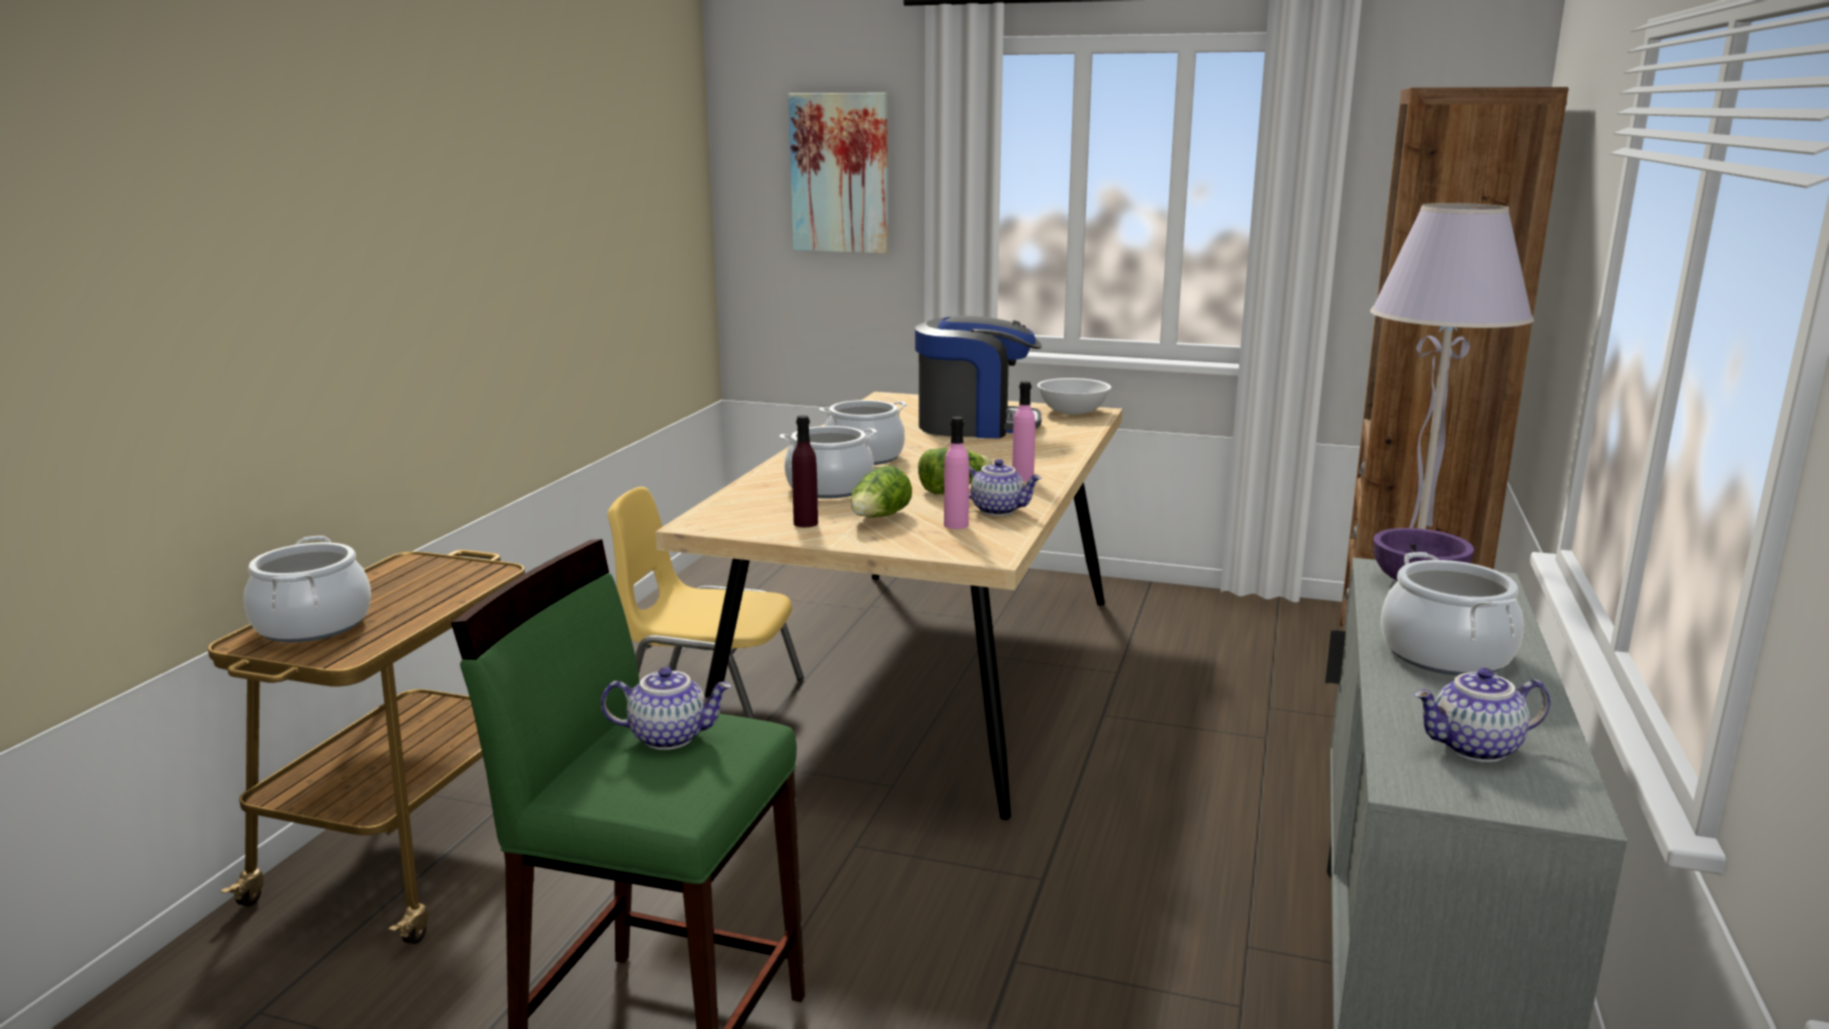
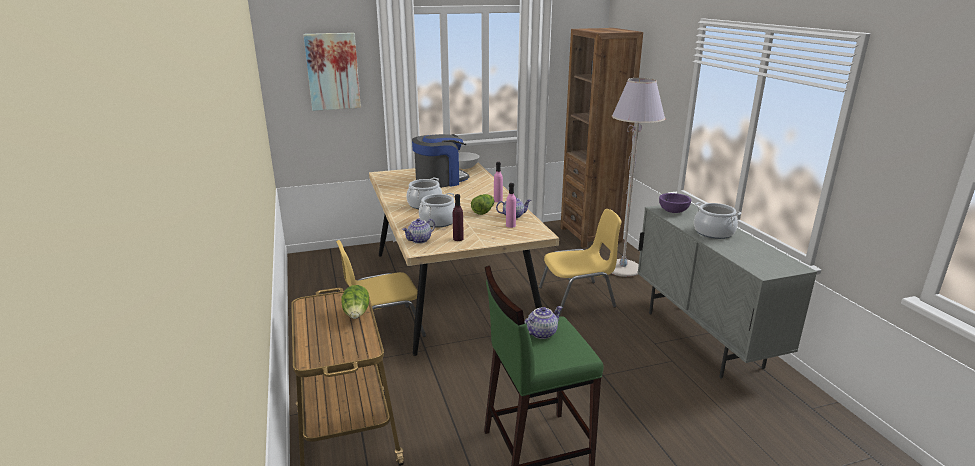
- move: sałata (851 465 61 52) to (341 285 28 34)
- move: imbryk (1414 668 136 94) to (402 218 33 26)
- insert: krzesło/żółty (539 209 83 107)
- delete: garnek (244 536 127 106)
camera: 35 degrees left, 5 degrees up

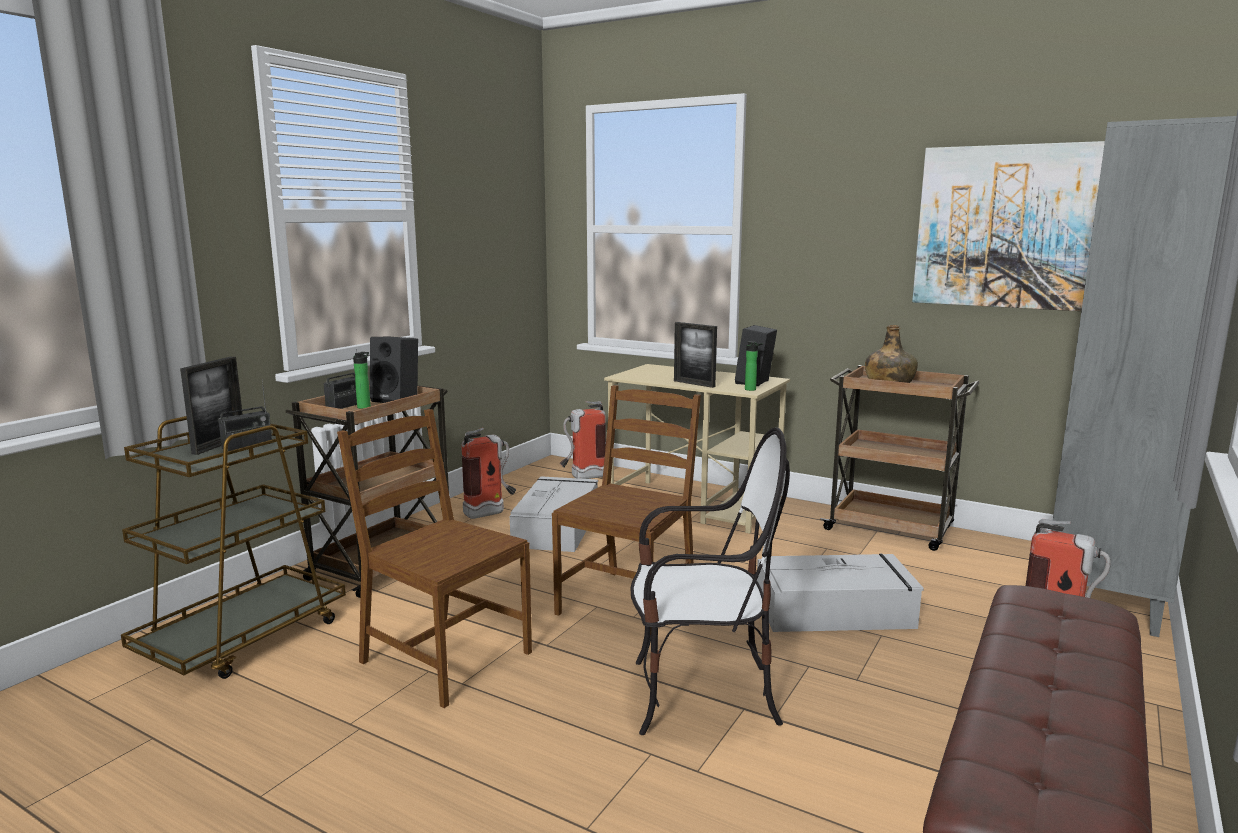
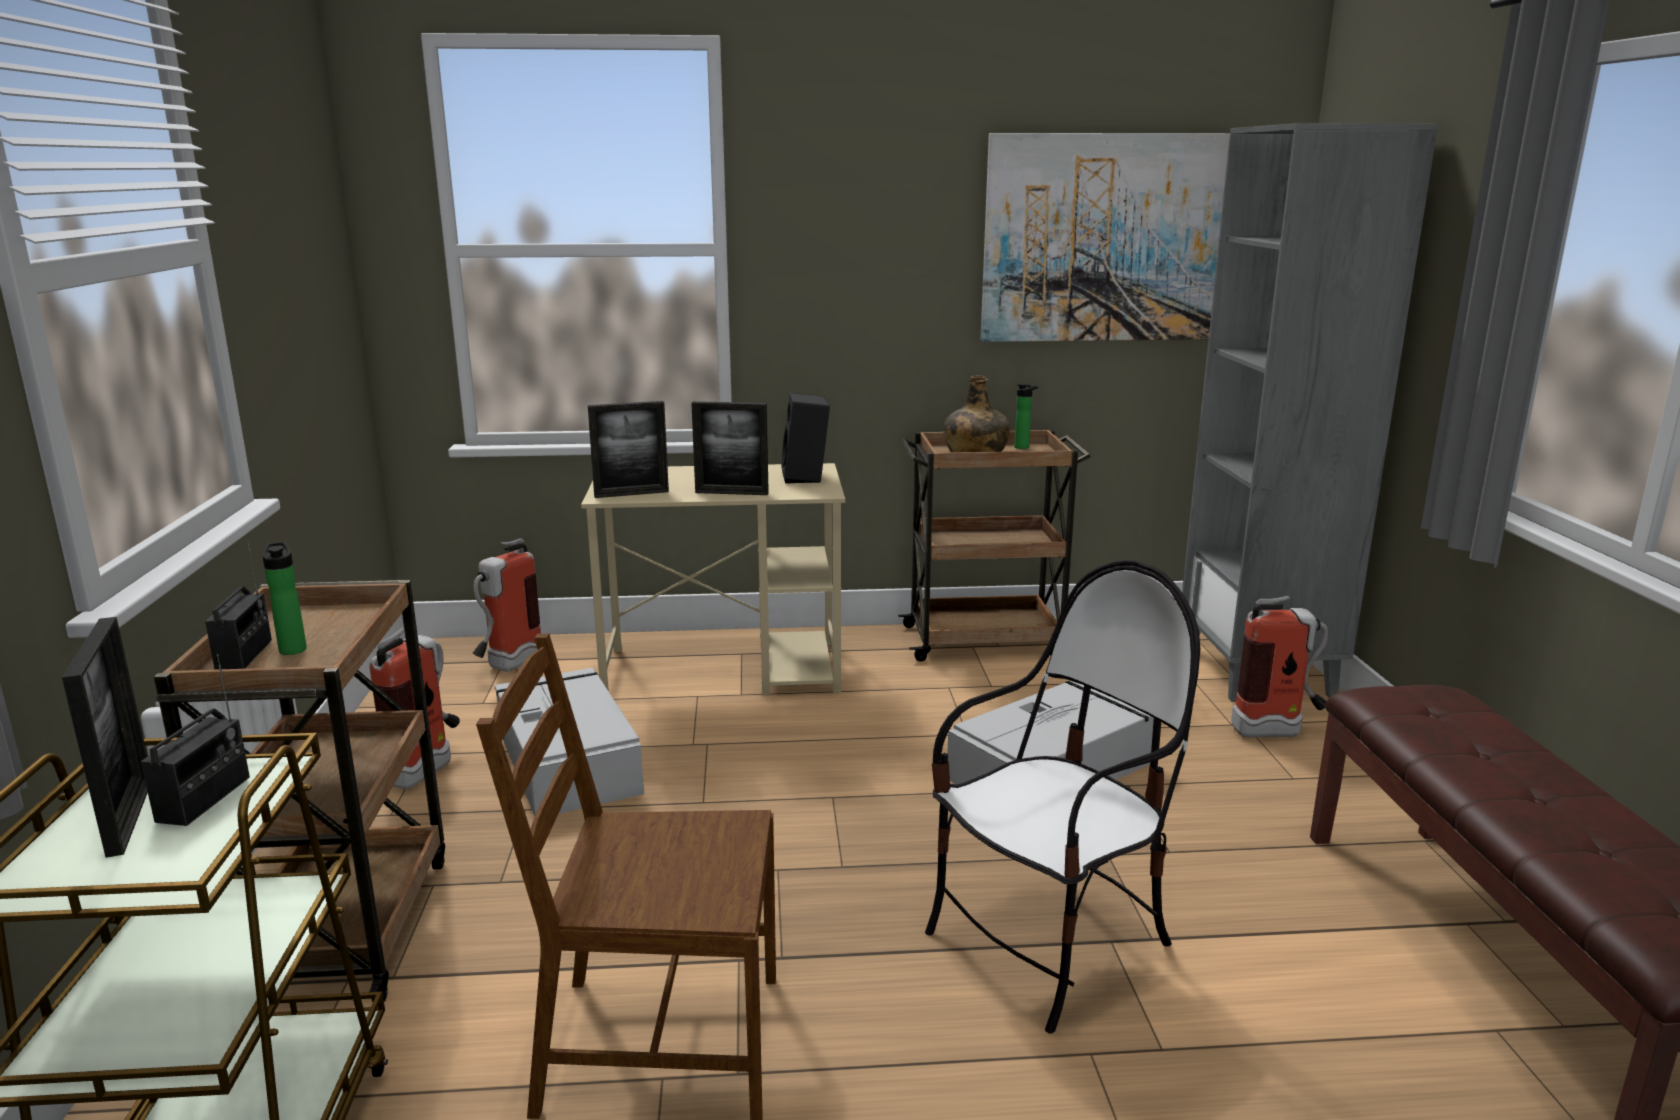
- insert: ramka na zdjęcie (588 401 81 97)
- move: butelka (745 341 17 50) to (1014 384 25 65)
- delete: głośnik/czarny (370 337 48 66)
- delete: krzesło/brązowy (552 385 149 251)
camera: 35 degrees left, 5 degrees up

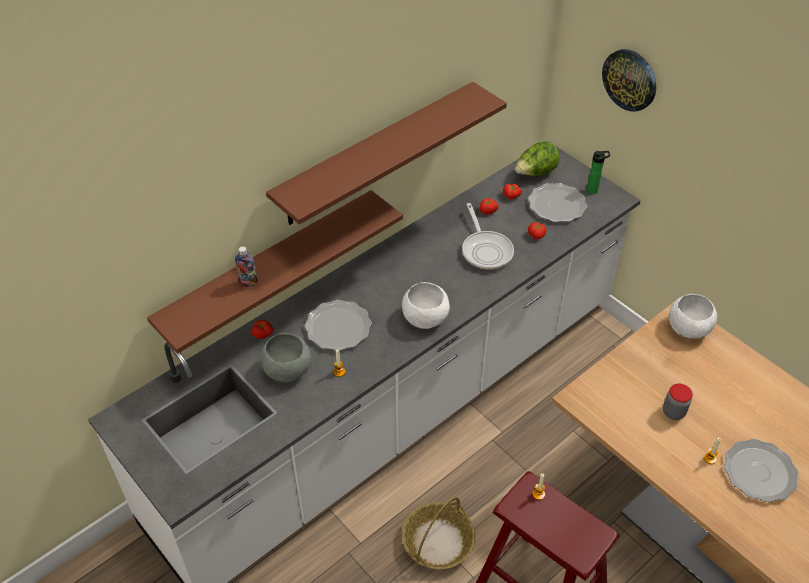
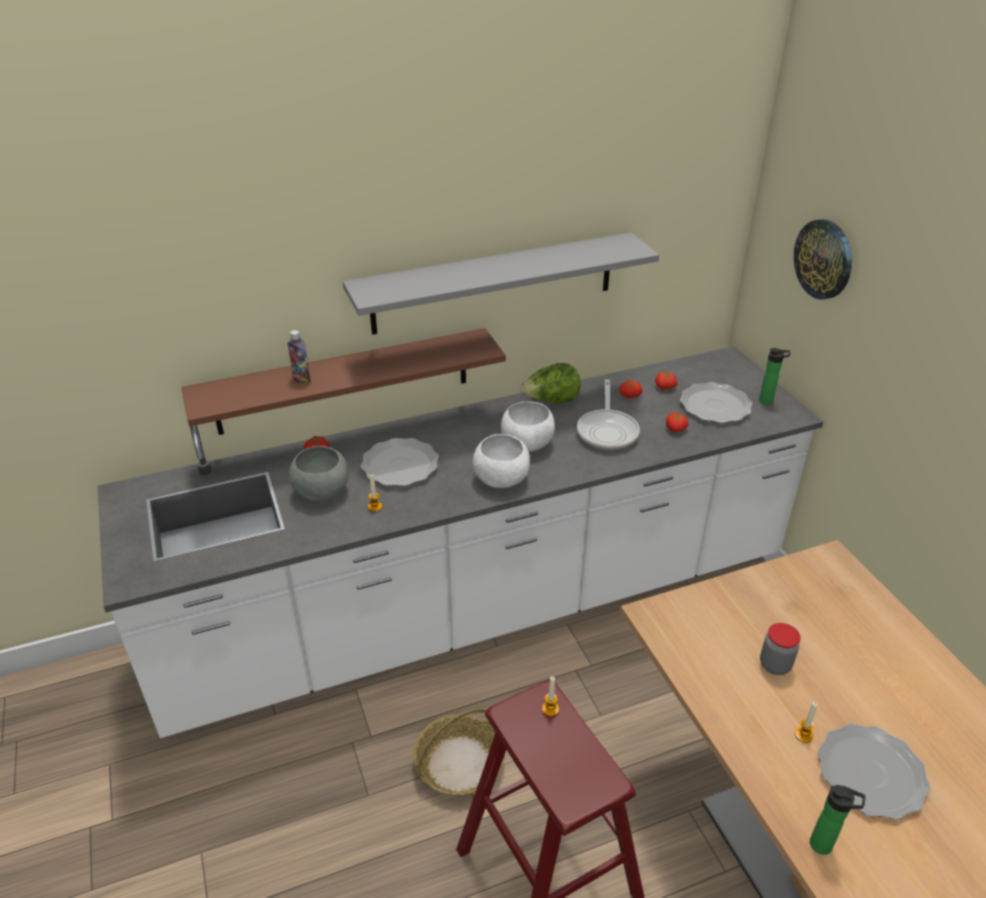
- recolor: półka/brązowy (266 82 241 143) to półka/szary (343 232 316 103)
- move: miska/biały (669 294 48 45) to (501 401 54 51)
- move: sałata (515 142 45 34) to (520 363 61 41)
- insert: butelka (810 785 56 70)
camera: 20 degrees right, 10 degrees down

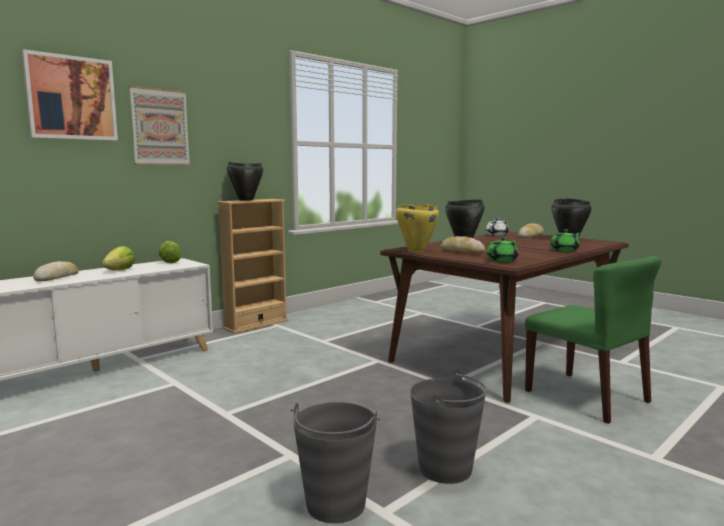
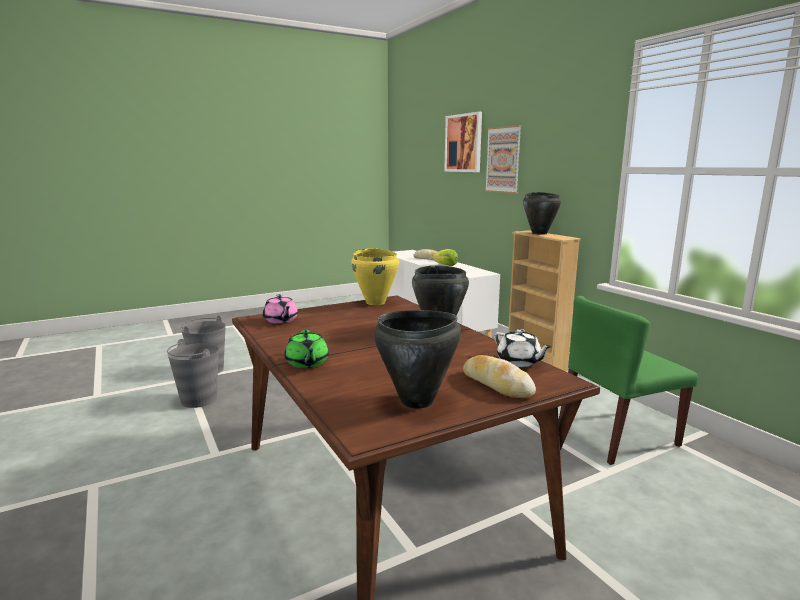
- recolor: imbryk/zielony (487 237 31 25) to imbryk/różowy (263 294 35 30)
- move: krzesło/zielony (525 256 137 168) to (559 296 139 169)
- delete: sałata (159 241 22 22)
- delete: chleb (440 236 45 17)
camera: 105 degrees right, 5 degrees up

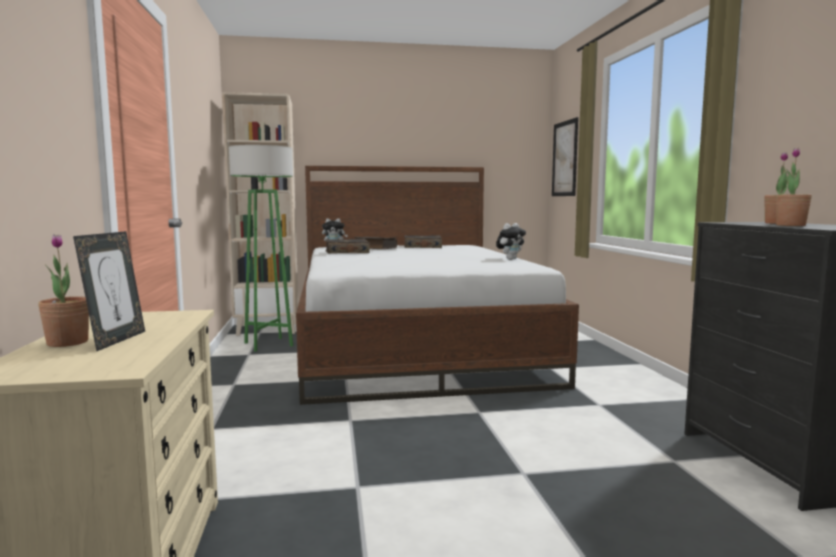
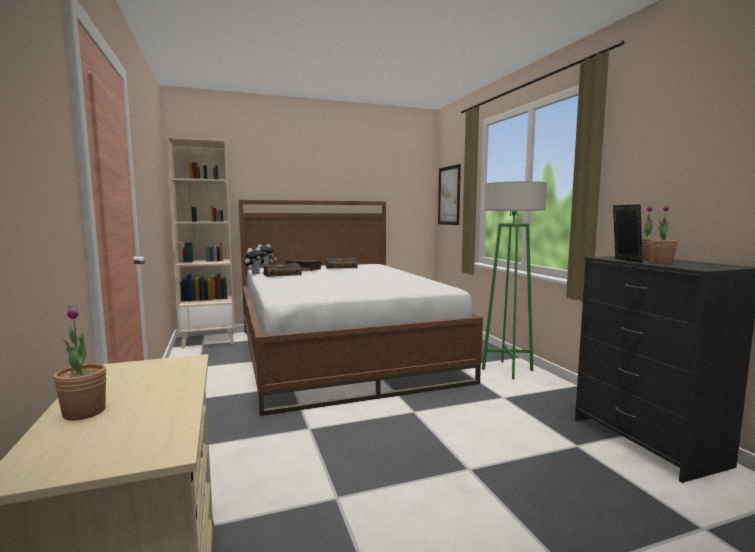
- move: pluszak (496 223 30 37) to (244 247 22 27)
- move: lampa stojąca/zielony (229 145 64 207) to (482 181 65 198)
- move: ramka na zdjęcie (73 231 72 120) to (613 204 30 59)
camera: 10 degrees left, 0 degrees up

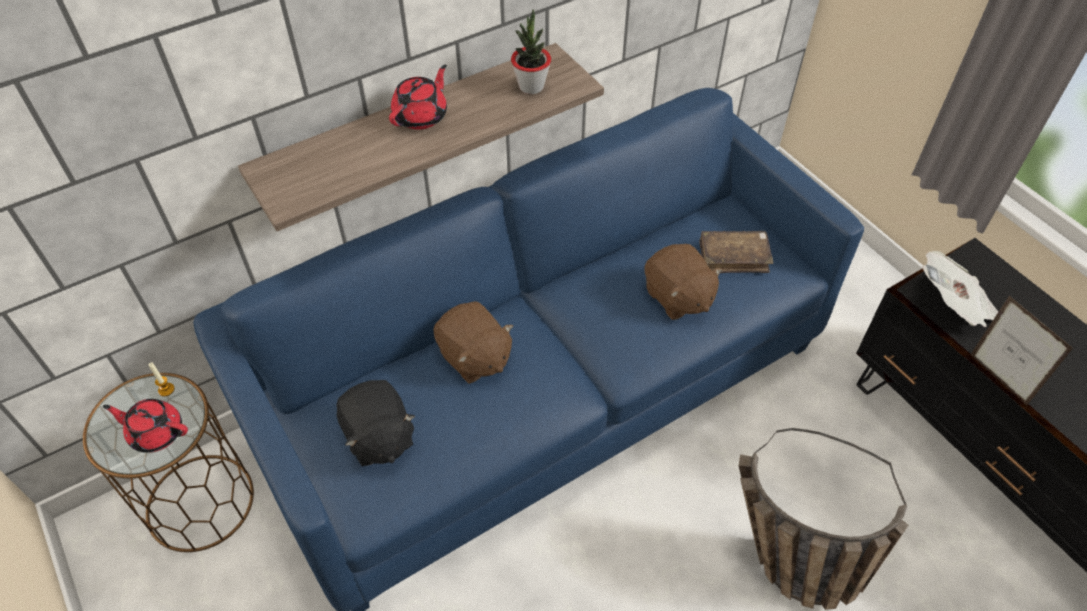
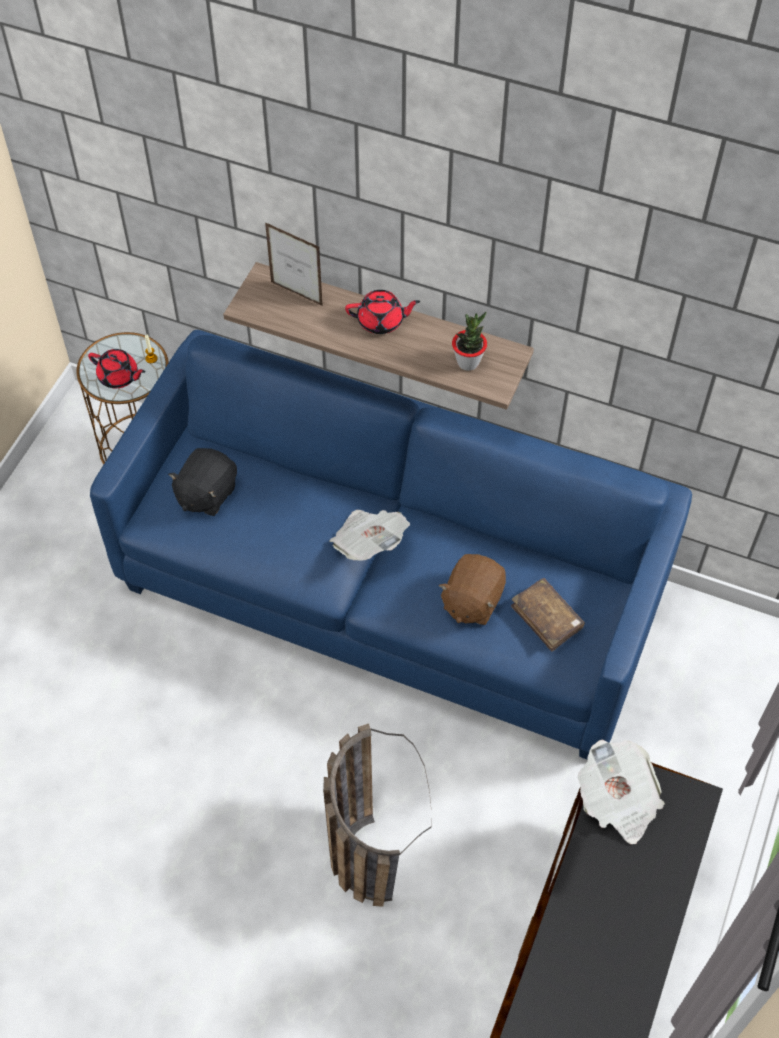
- rotate: imbryk/czerwony (103 399 85 54) = (88 349 58 39) 135 degrees clockwise
- insert: ramka na zdjęcie (265 222 58 84)
- insert: gazeta (329 509 81 52)
- delete: pluszak/brązowy (433 301 80 83)
camera: 55 degrees right, 5 degrees up

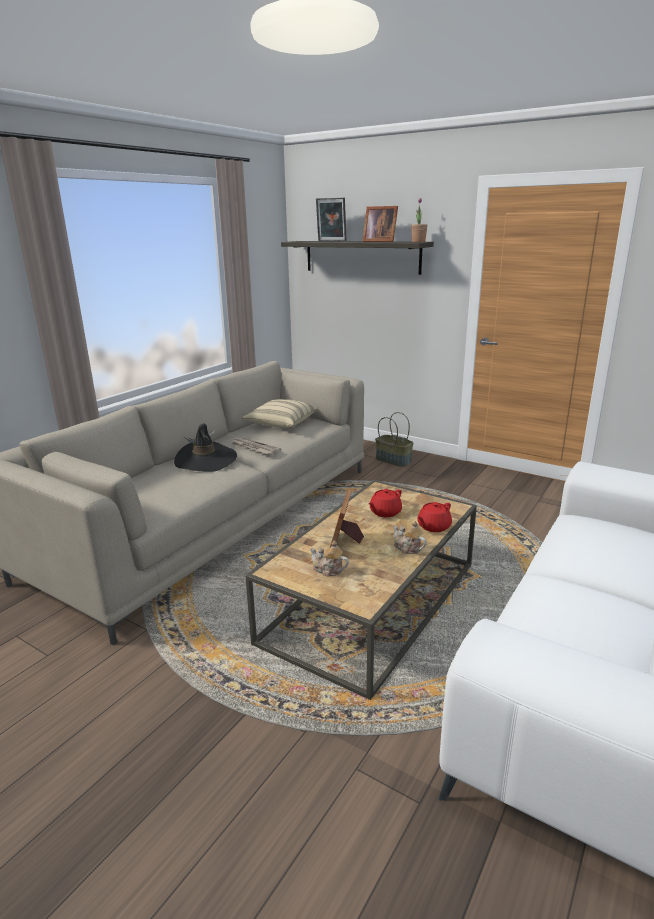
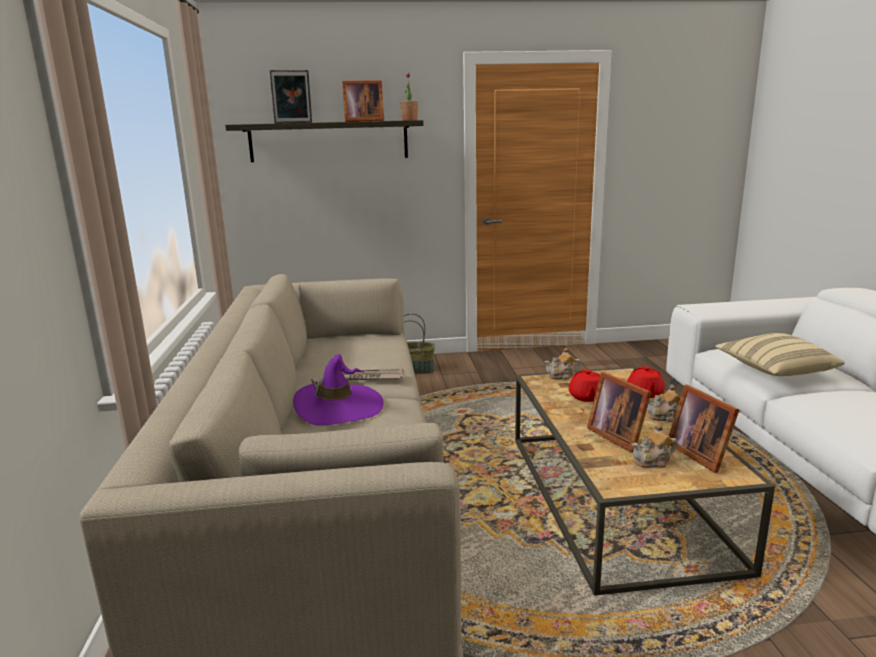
- recolor: kapelusz/czarny (174 424 63 48) to kapelusz/fioletowy (293 354 91 72)
- insert: imbryk (544 348 36 31)
- insert: ramka na zdjęcie (669 385 70 88)
- move: poduszka/beżowy (242 399 76 30) to (715 333 130 43)
camera: 40 degrees left, 5 degrees down

